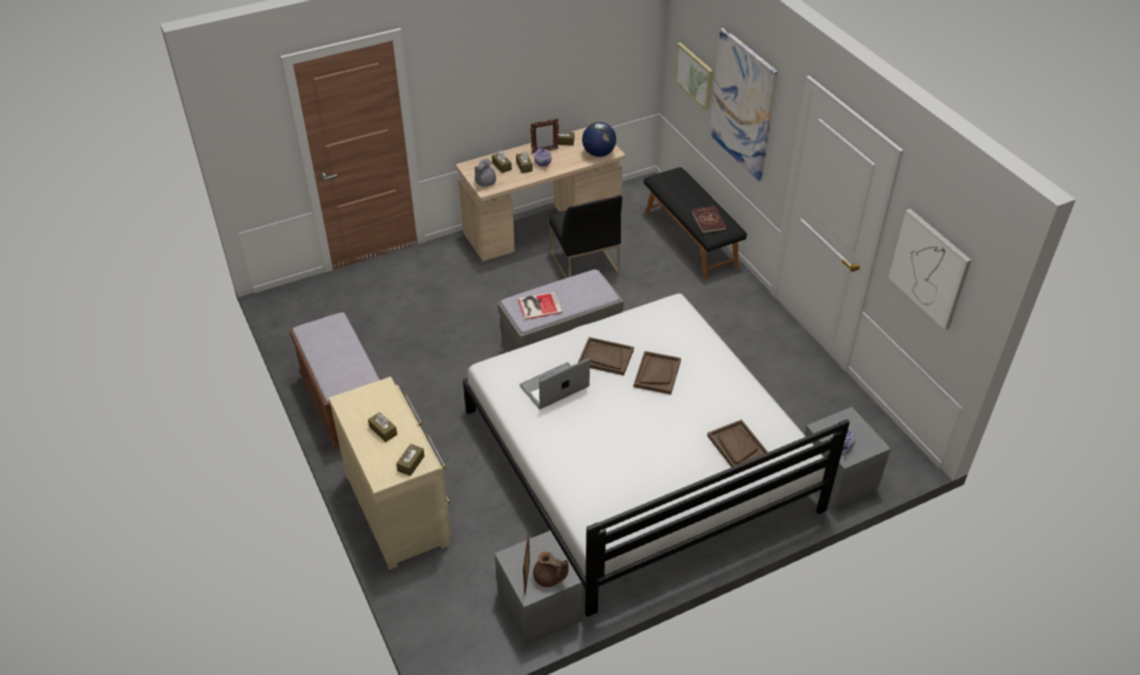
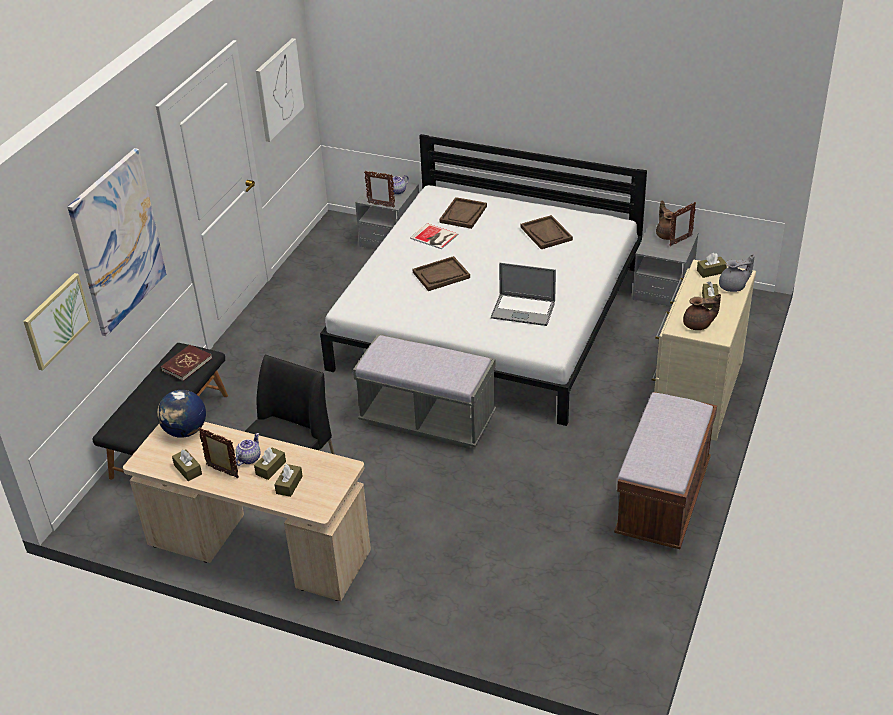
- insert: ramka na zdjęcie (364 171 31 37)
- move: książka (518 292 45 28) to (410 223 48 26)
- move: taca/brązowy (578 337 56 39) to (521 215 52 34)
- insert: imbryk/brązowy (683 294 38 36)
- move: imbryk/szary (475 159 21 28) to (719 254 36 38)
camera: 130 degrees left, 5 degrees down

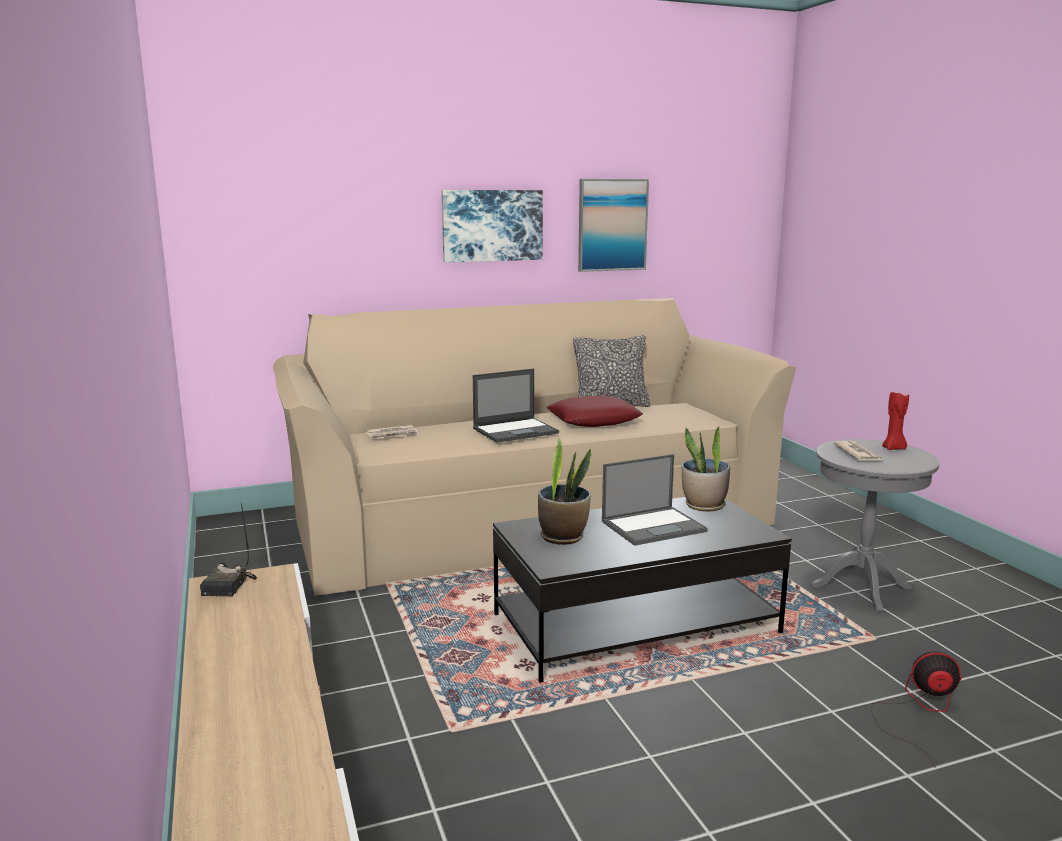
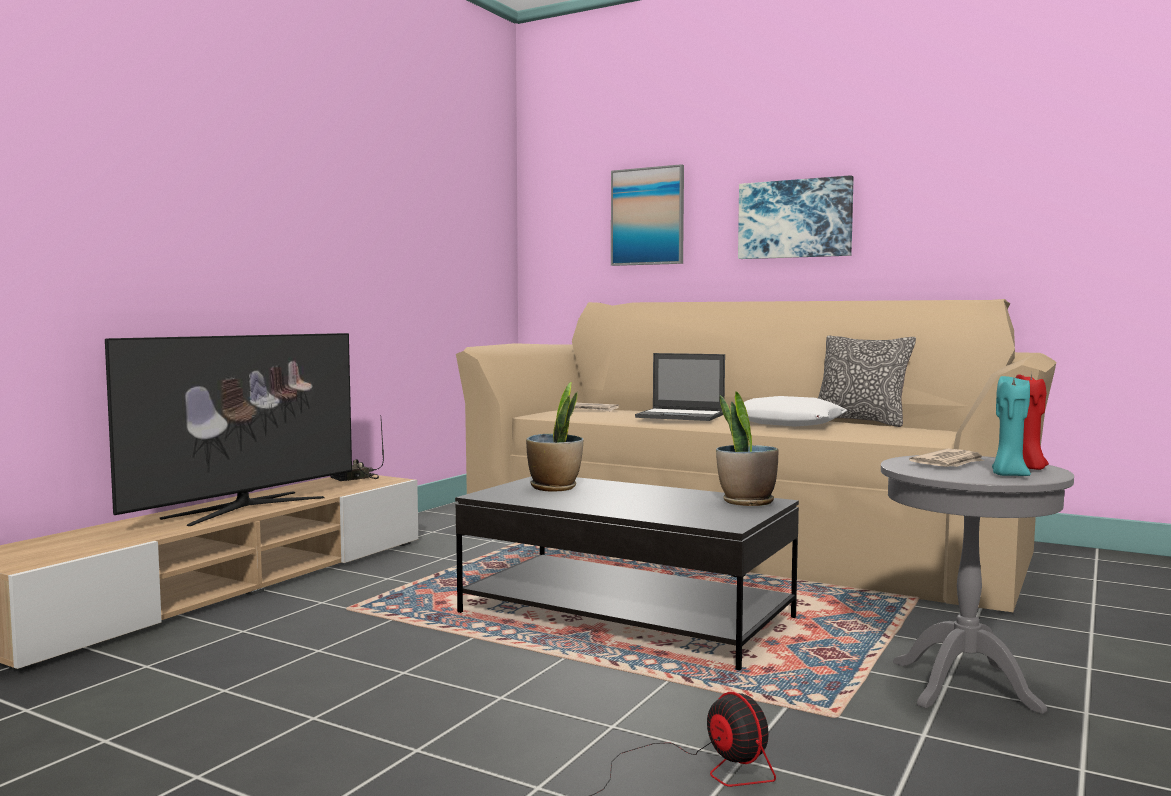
- insert: telewizor (105 333 247 193)
- move: obraz (578 179 71 93) to (611 164 73 102)
- recolor: poduszka/czerwony (546 395 97 32) to poduszka/biały (744 396 104 31)
- insert: świeca/turkusowy (992 376 39 100)
- delete: laptop (602 454 106 92)
camera: 50 degrees right, 10 degrees down

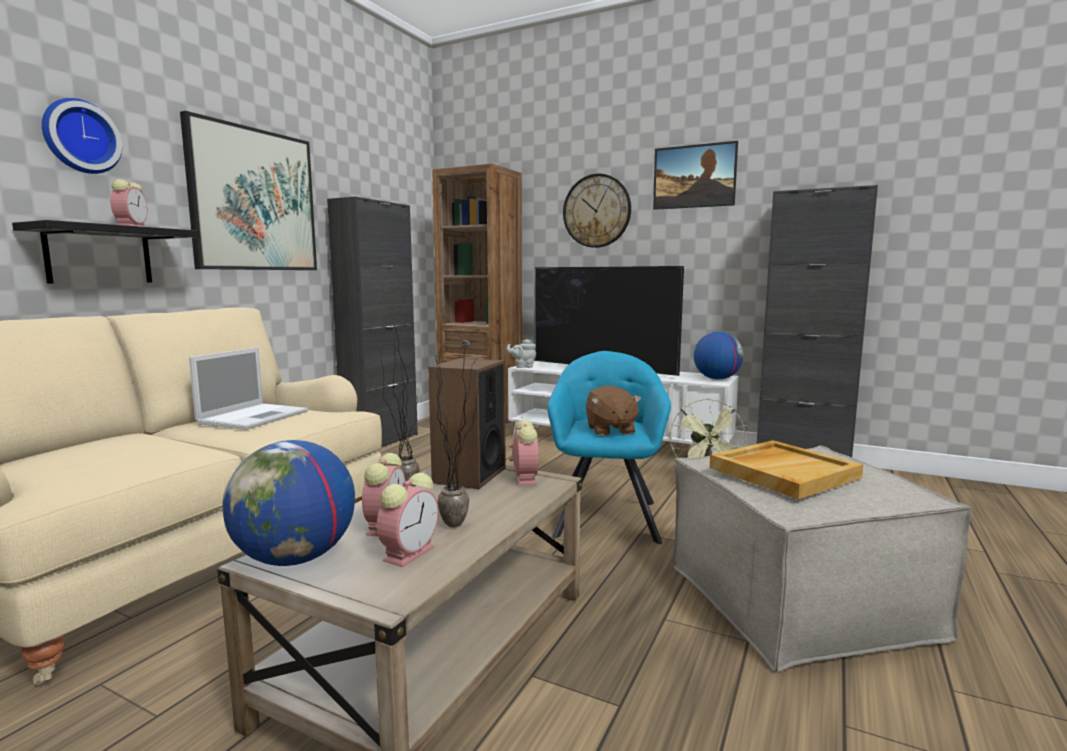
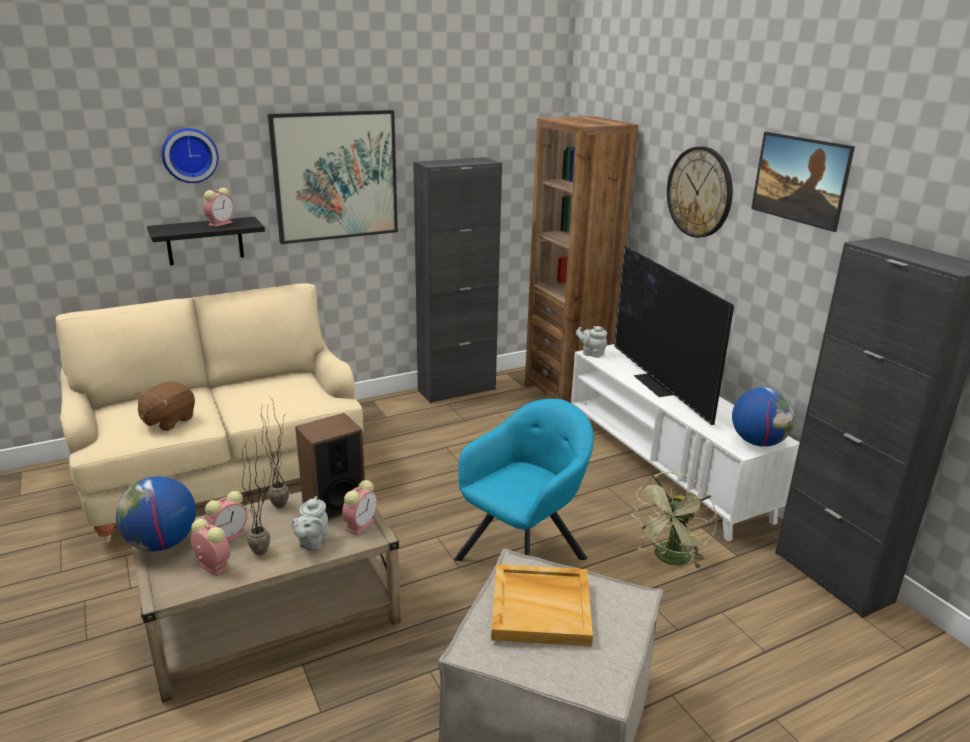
- move: pluszak/brązowy (586 385 56 51) to (135 382 60 49)
- rotate: budzik (377 473 62 94) = (191 519 40 57) 120 degrees counterclockwise
- insert: imbryk/szary (292 496 36 55)
- delete: laptop (189 347 119 83)
camera: 35 degrees right, 15 degrees up

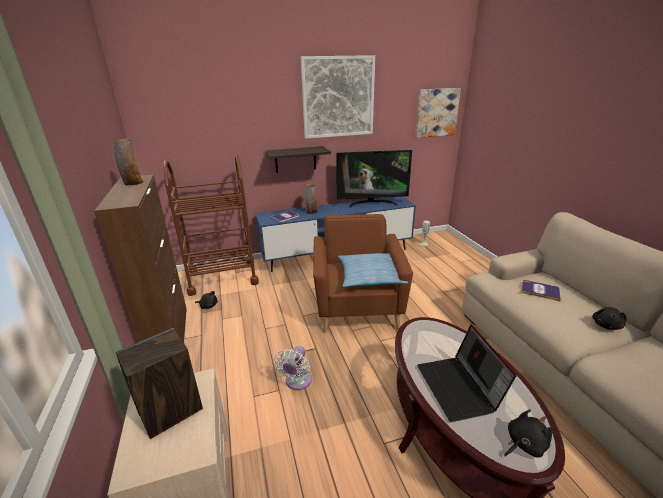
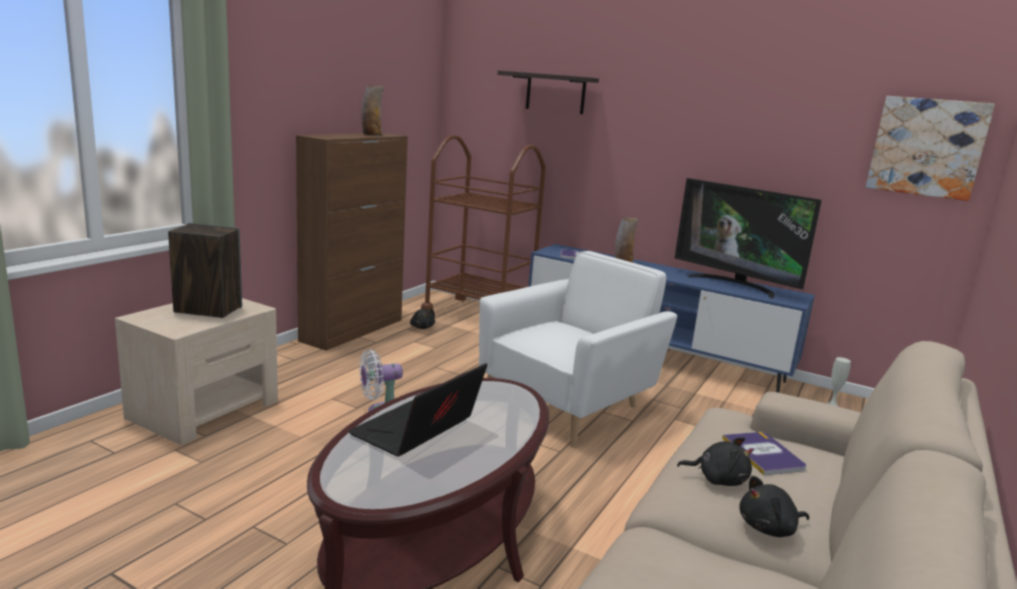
- recolor: fotel/brązowy (313 214 100 119) to fotel/biały (479 251 198 197)
- move: półka (266 146 65 27) to (497 70 102 44)
- move: pluszak/czarny (504 409 48 49) to (677 437 77 49)
- delete: obraz (301 55 74 84)
- delete: poduszka (338 253 70 34)
camera: 45 degrees right, 10 degrees down

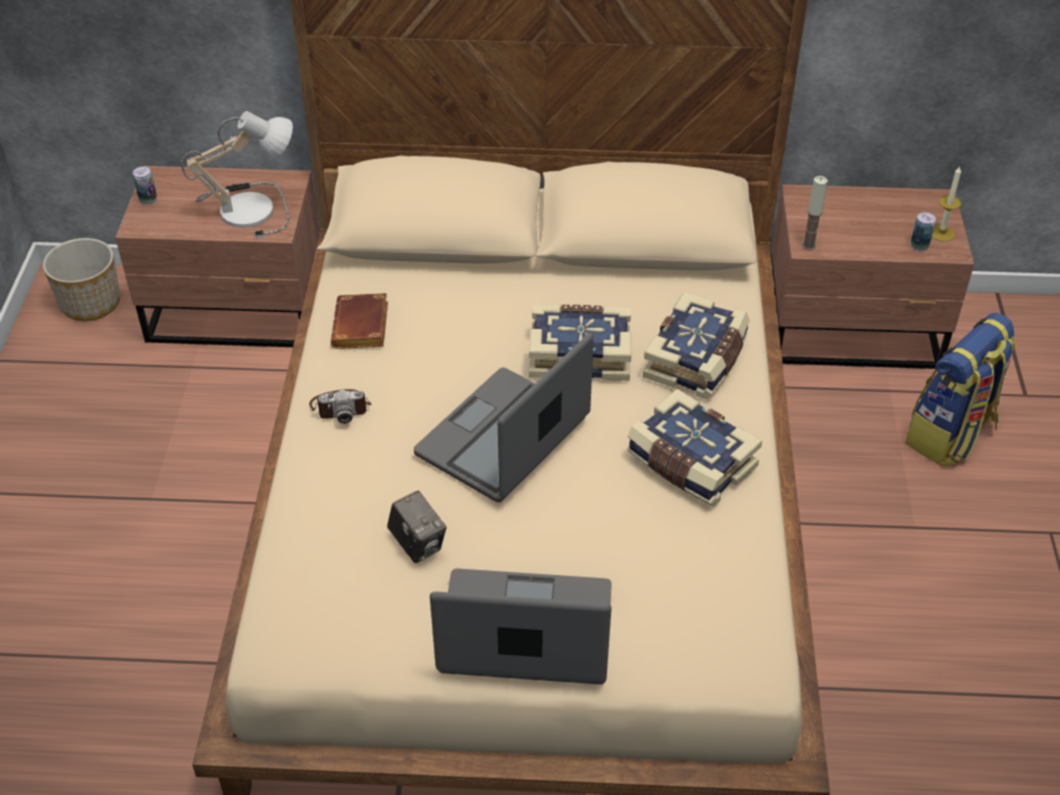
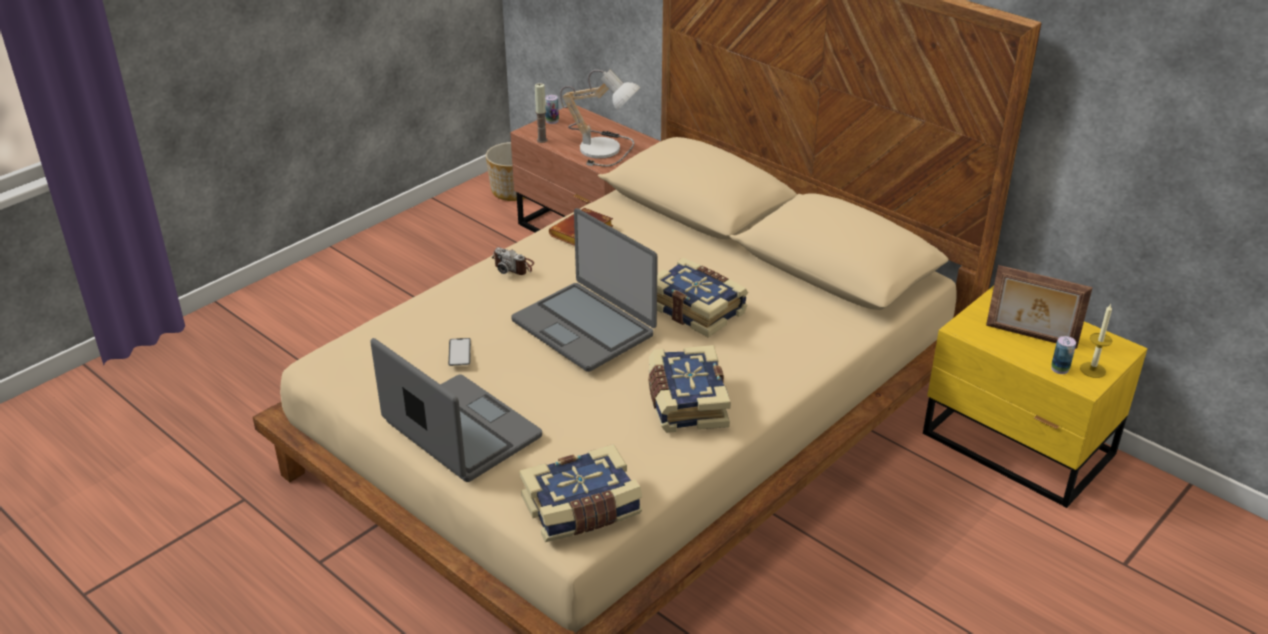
- replace: aparat fotograficzny (387 490 60 73) to telefon (448 338 23 28)
- rotate: laptop (414 333 180 169) = (511 208 147 164) 120 degrees counterclockwise
- move: książka (643 292 107 107) to (520 444 122 98)
- move: świeca (802 176 25 74) to (535 83 12 60)
- recolor: szafka nocna/brązowy (771 184 203 185) to szafka nocna/żółty (923 286 225 222)
- insert: ramka na zdjęcie (986 265 107 84)
- delete: plecak (905 313 111 154)
camera: 40 degrees right, 10 degrees down

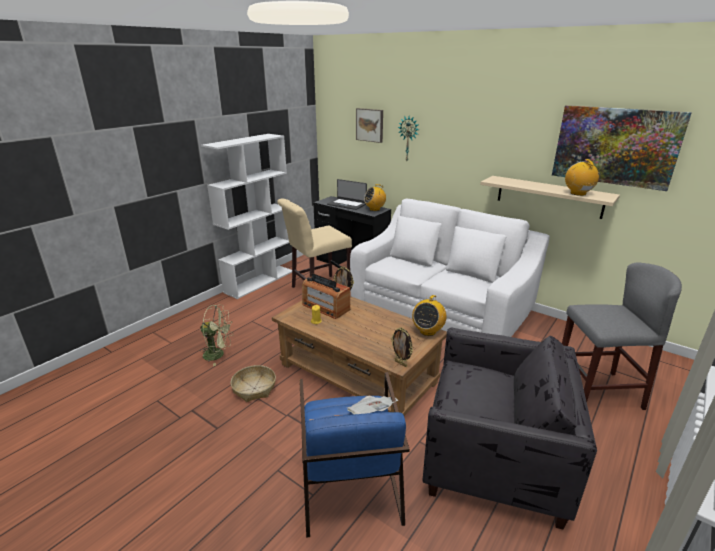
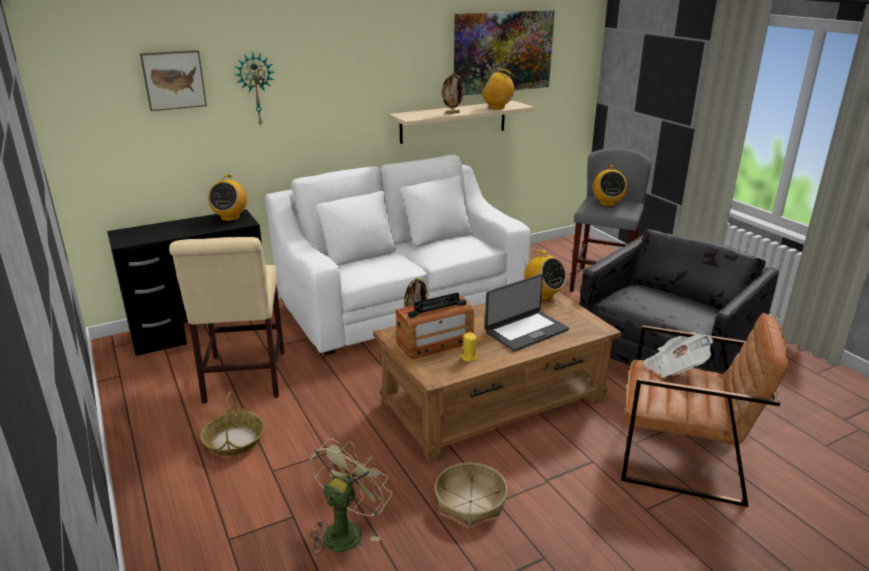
- insert: koszyk (200 391 65 65)
- move: ramka na zdjęcie (391 327 22 40) to (441 73 24 41)
- move: laptop (327 179 40 31) to (485 274 84 77)
- insert: radio (593 165 35 42)
- recolor: fotel/niebieski (299 372 111 166) to fotel/brązowy (621 313 167 194)
- delete: regał/biały (201 134 91 165)
camera: 65 degrees left, 0 degrees up

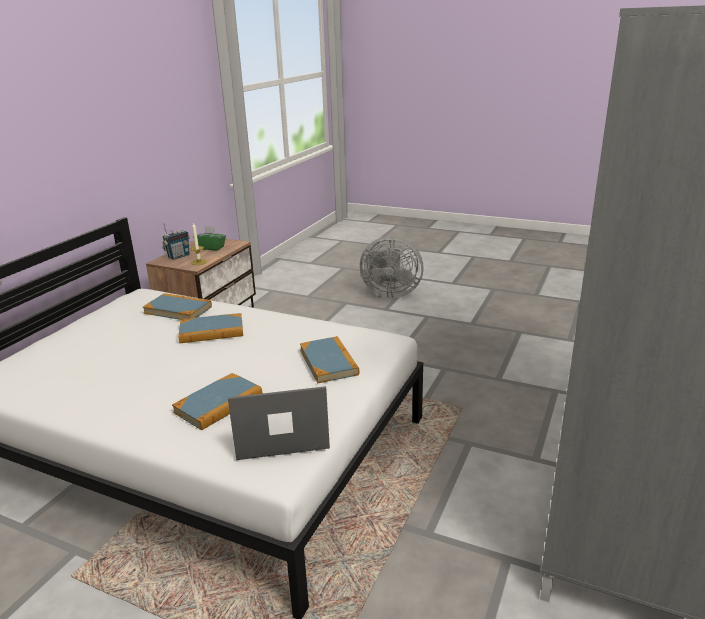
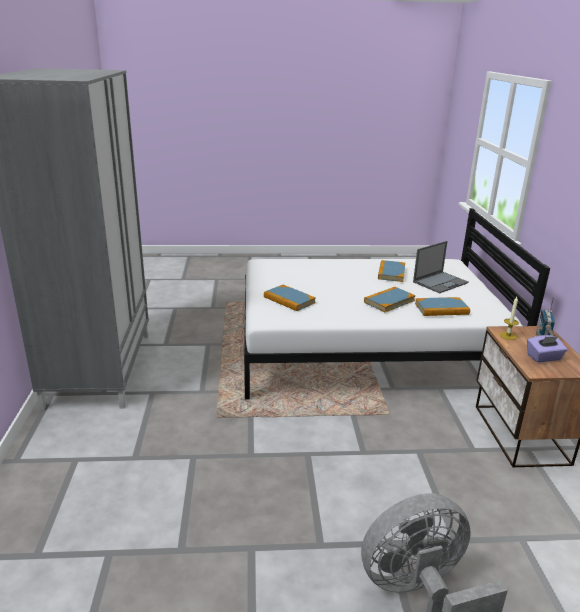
- move: książka (172 373 90 57) to (378 260 27 22)
- move: laptop (228 386 102 74) to (413 241 56 52)
- recolor: pudełko chusteczek/zielony (193 226 33 24) to pudełko chusteczek/fioletowy (527 335 41 27)
camera: 150 degrees right, 0 degrees up

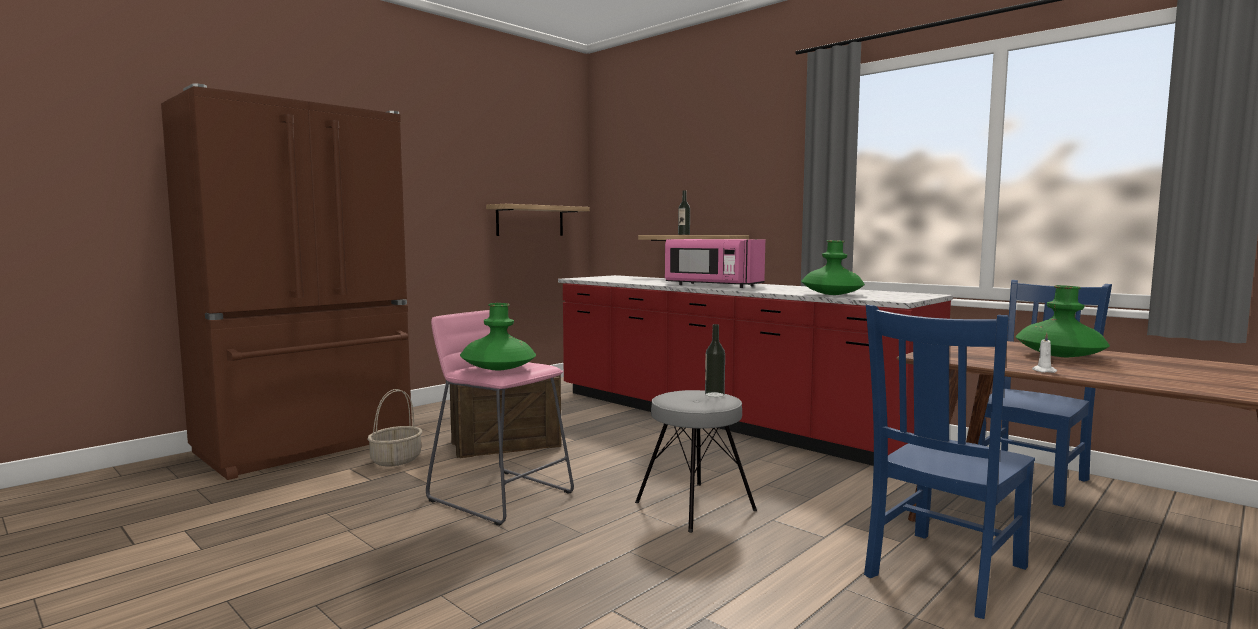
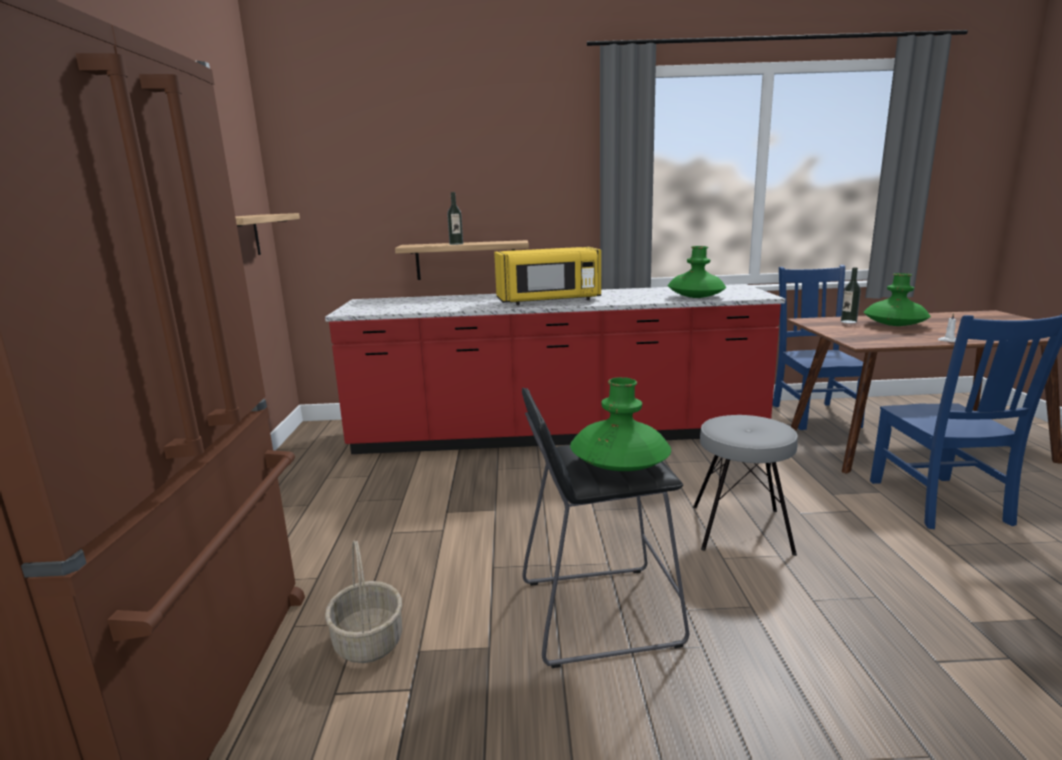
- recolor: mikrofalówka/różowy (665 239 100 49) to mikrofalówka/żółty (494 247 107 58)
- recolor: stołek/różowy (426 310 148 216) to stołek/czarny (522 388 167 280)
- move: butelka (705 324 20 73) to (841 268 20 55)
- delete: skrzynka (450 375 111 83)
camera: 45 degrees left, 10 degrees up

